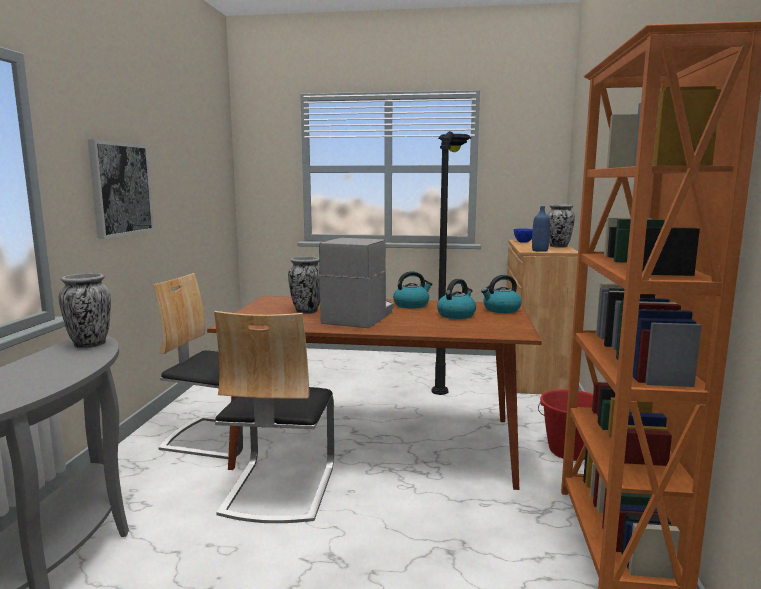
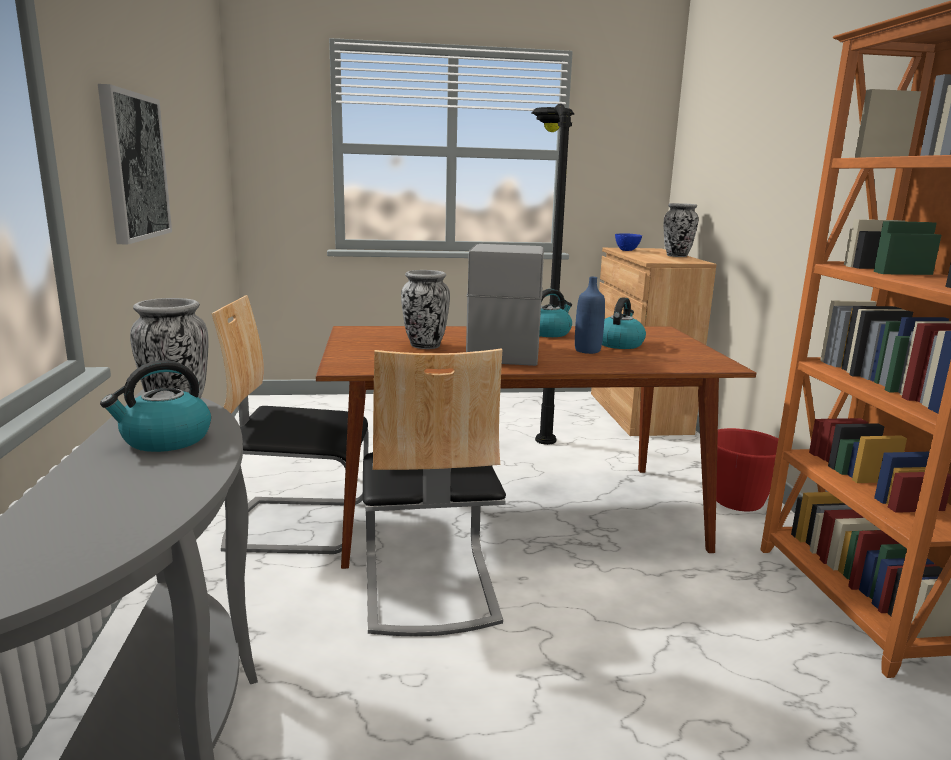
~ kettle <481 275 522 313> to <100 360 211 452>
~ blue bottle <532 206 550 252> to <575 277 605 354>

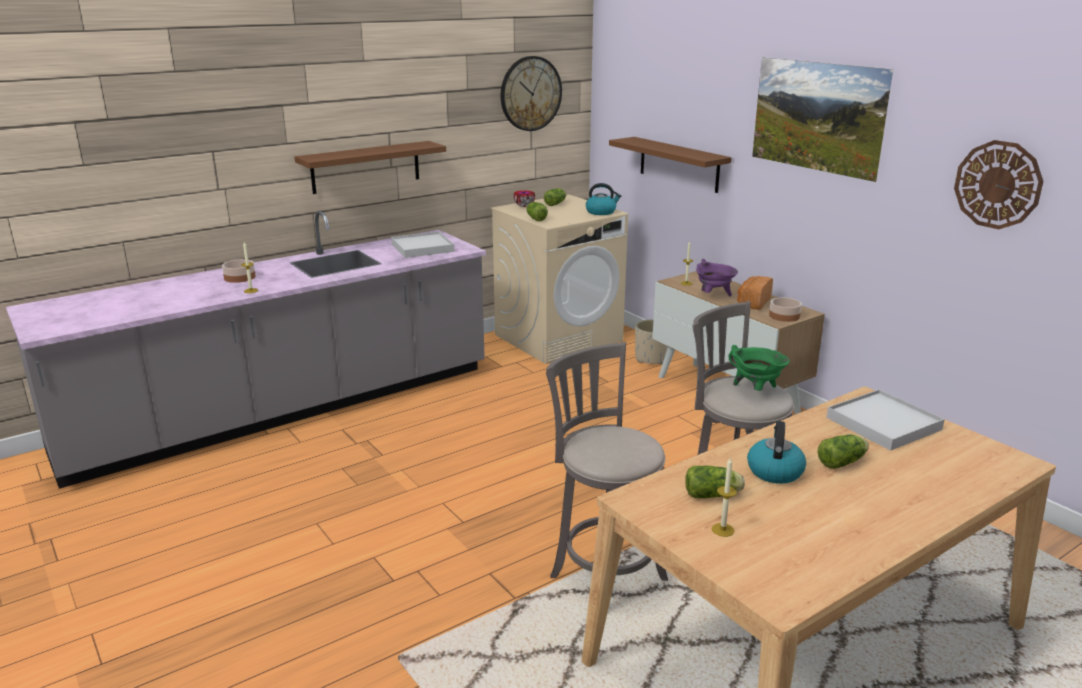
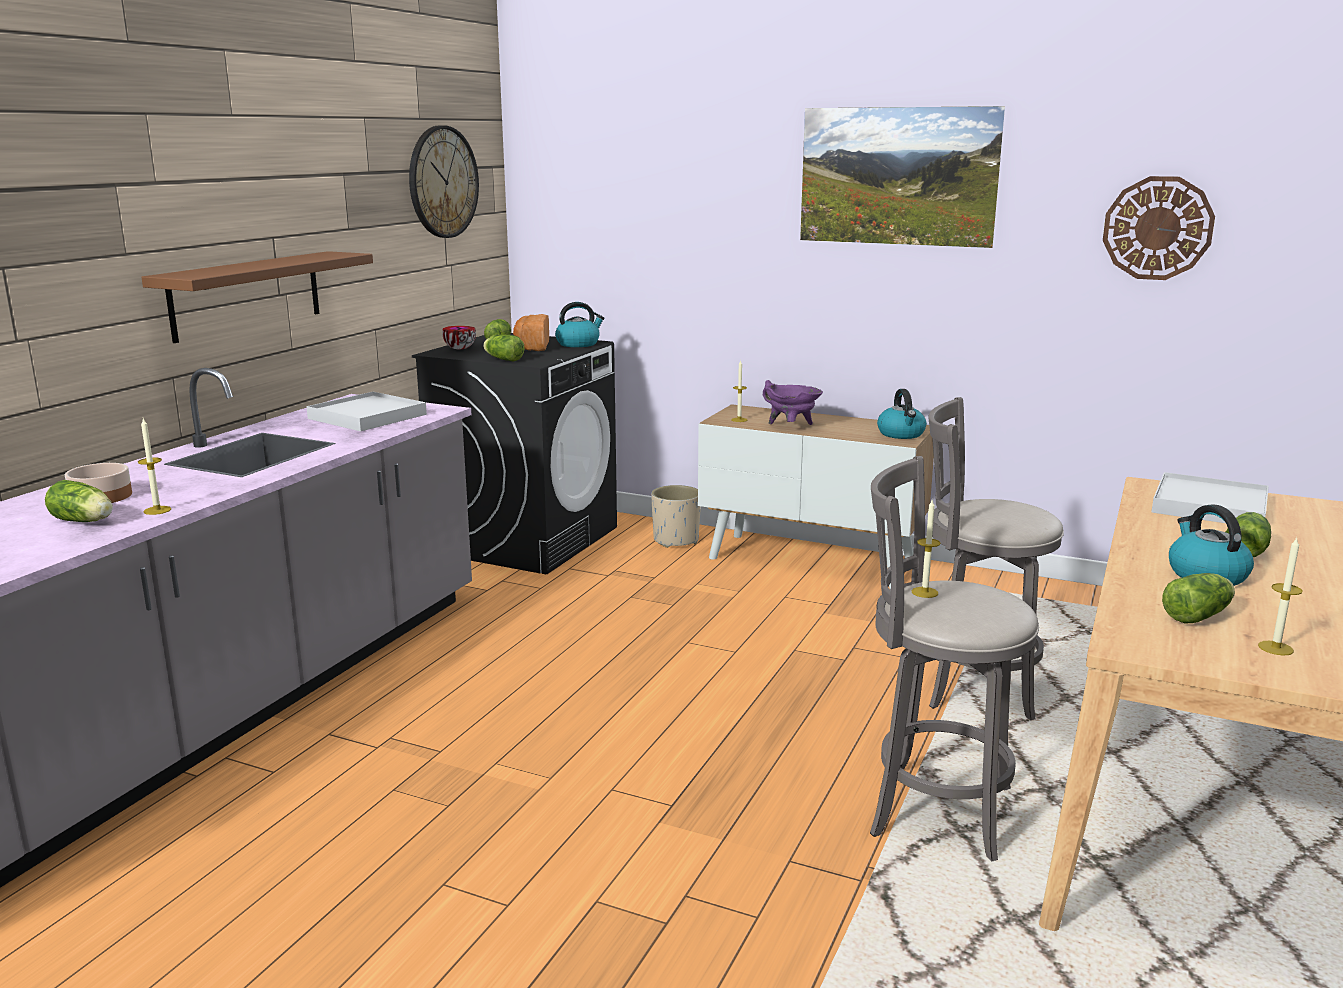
- brownish bracket shelf <609 137 732 193>
- greenish saucepot <728 345 790 391>
+ lettuce head <45 480 113 522>
+ wax light <912 500 941 598>
~ baked bread <737 276 773 310> to <513 314 549 351>
~ bowl <769 297 802 322> to kettle <877 389 926 439>
~ sand-coloured laundry appliance <490 194 628 364> to black-coloured laundry appliance <412 333 617 574>

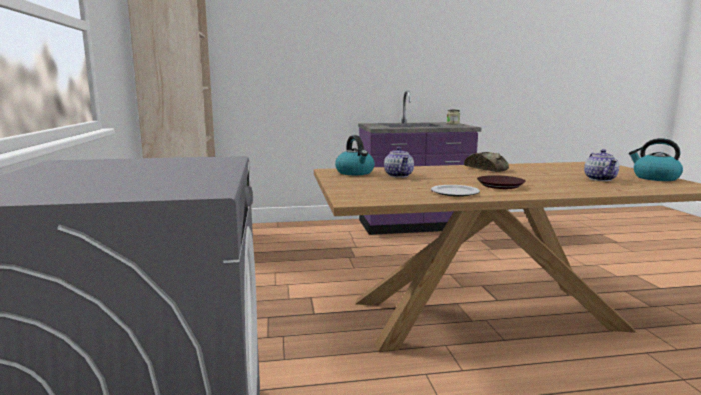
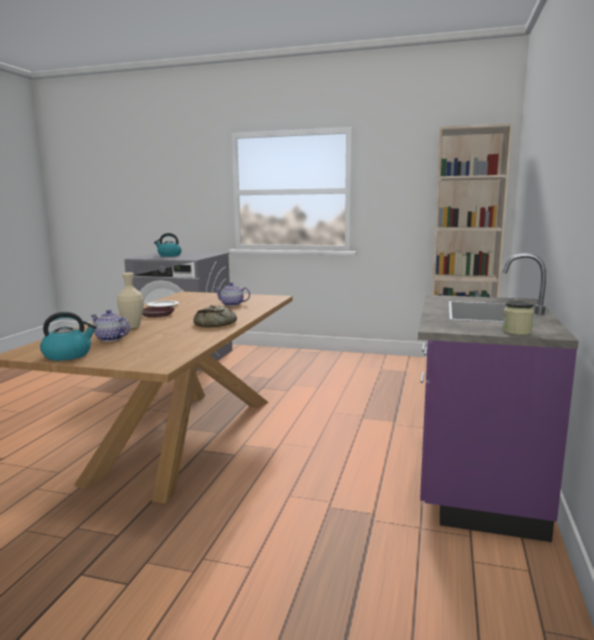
+ sand-coloured decorative vase <117 273 144 328>
~ kettle <335 135 375 175> to <154 233 182 257>

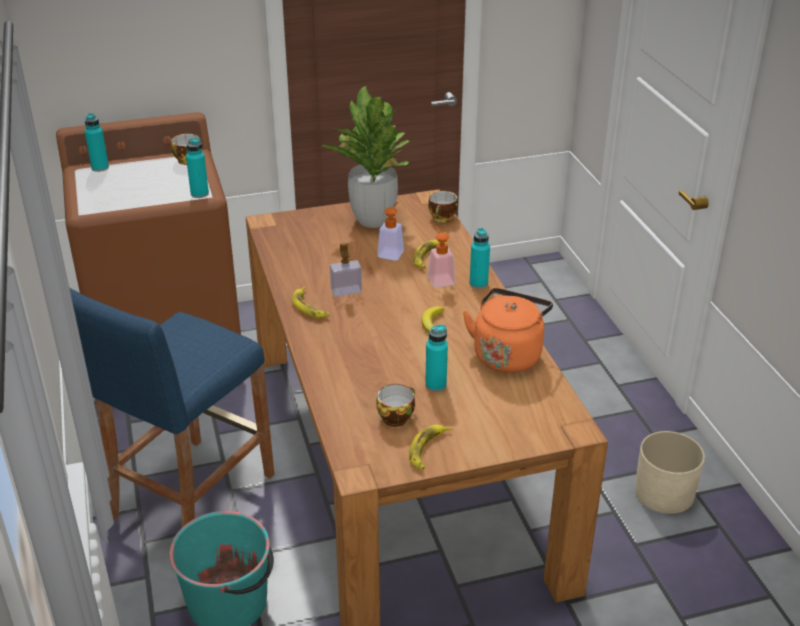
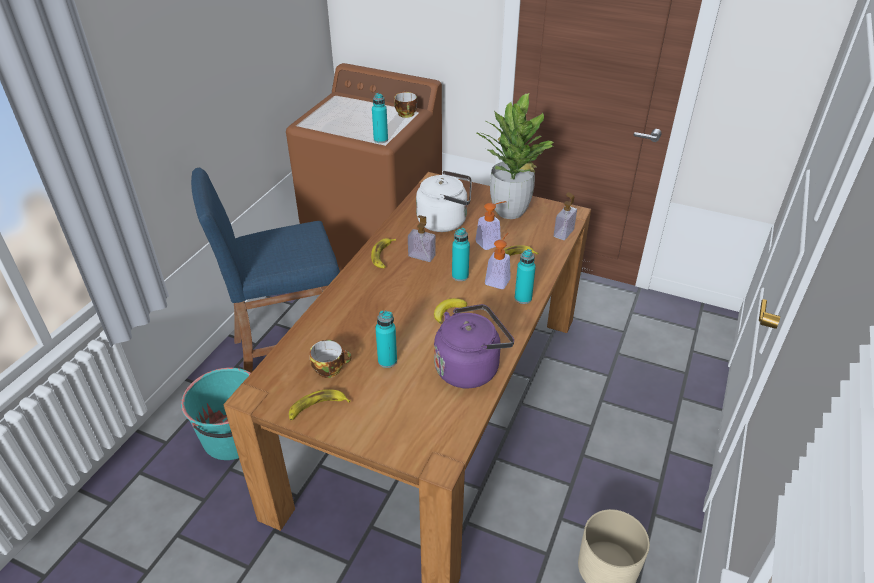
+ whitish kettle <416 170 472 232>
~ blue-green bottle <85 113 109 172> to <452 228 470 281>
~ drinking cup <428 191 458 222> to soap dispenser <554 192 577 240>
~ orange kettle <463 288 553 373> to purple kettle <434 304 514 389>

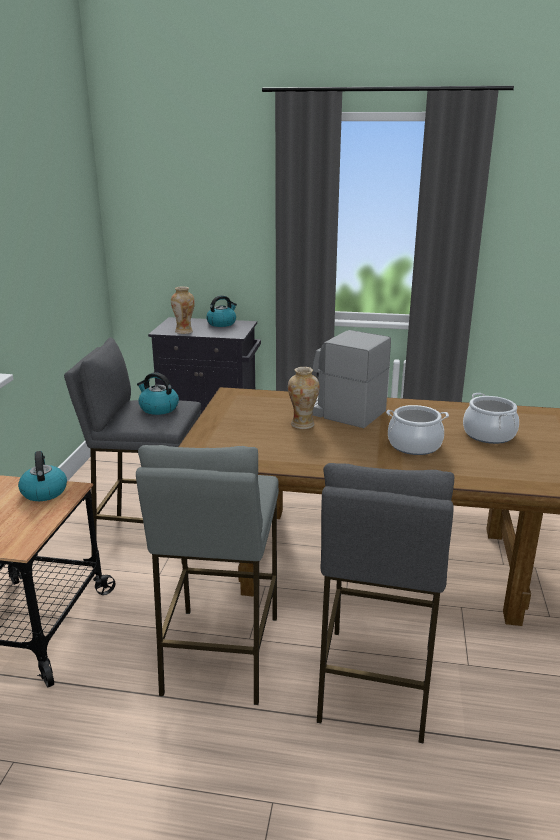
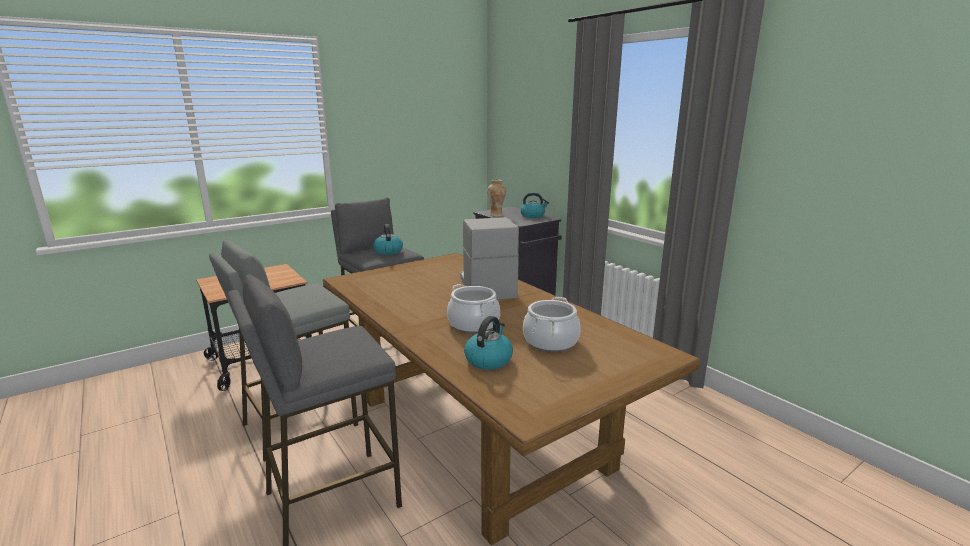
- decorative vase <288 367 320 429>
~ kettle <18 451 67 501> to <464 316 513 370>

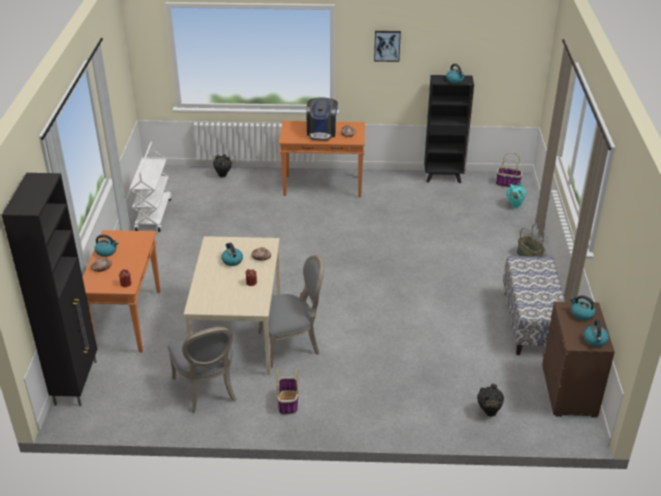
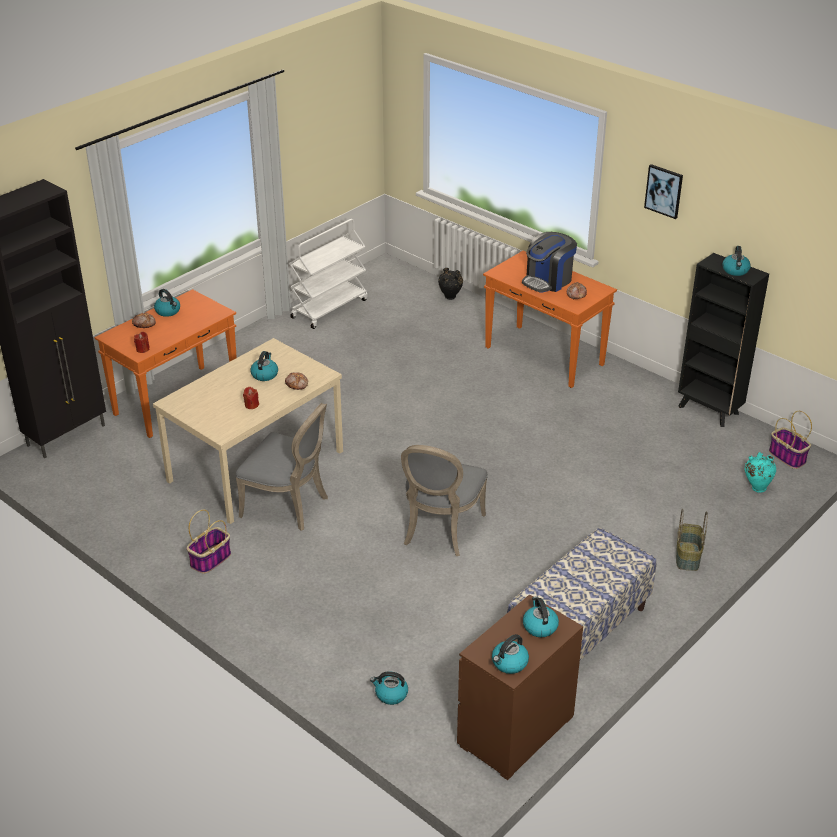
~ grey upright chair <167 327 237 413> to <401 445 488 556>
~ black-coloured decorative vase <477 384 504 416> to kettle <370 671 408 705>

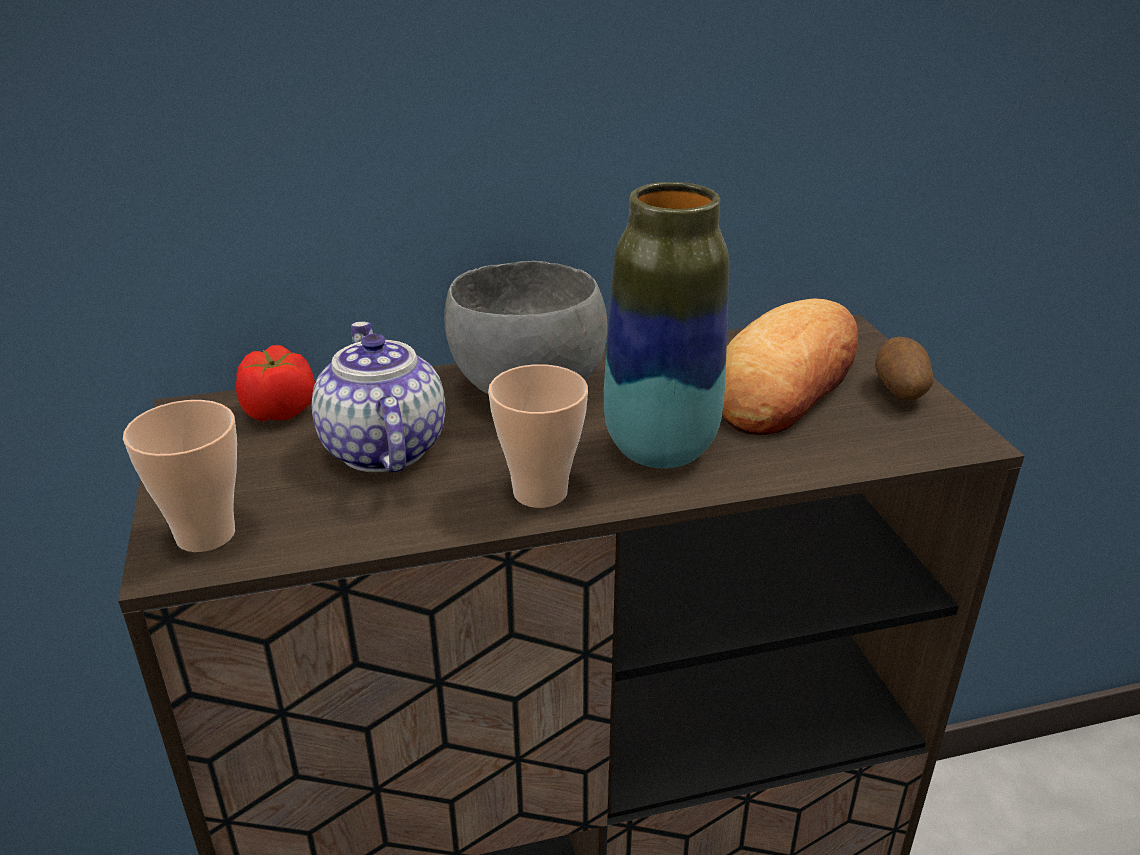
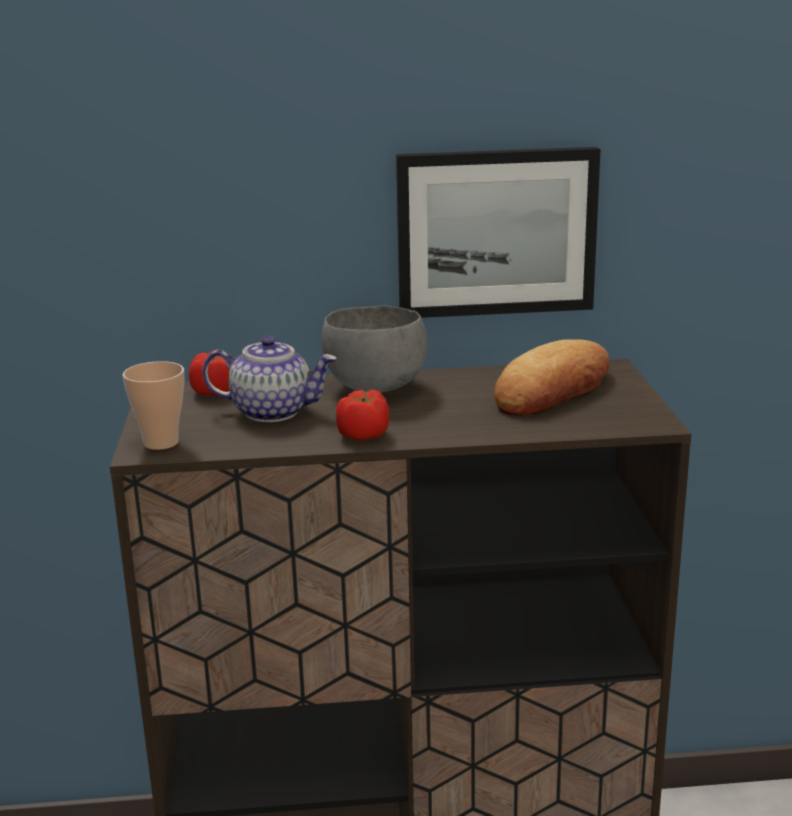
- decorative vase <604 182 729 469>
- spud <875 337 934 401>
+ wall art <396 147 601 318>
~ drinking cup <488 364 588 508> to whole tomato <336 390 389 441>
~ tea pot <312 321 446 473> = <202 336 337 422> 105 degrees clockwise

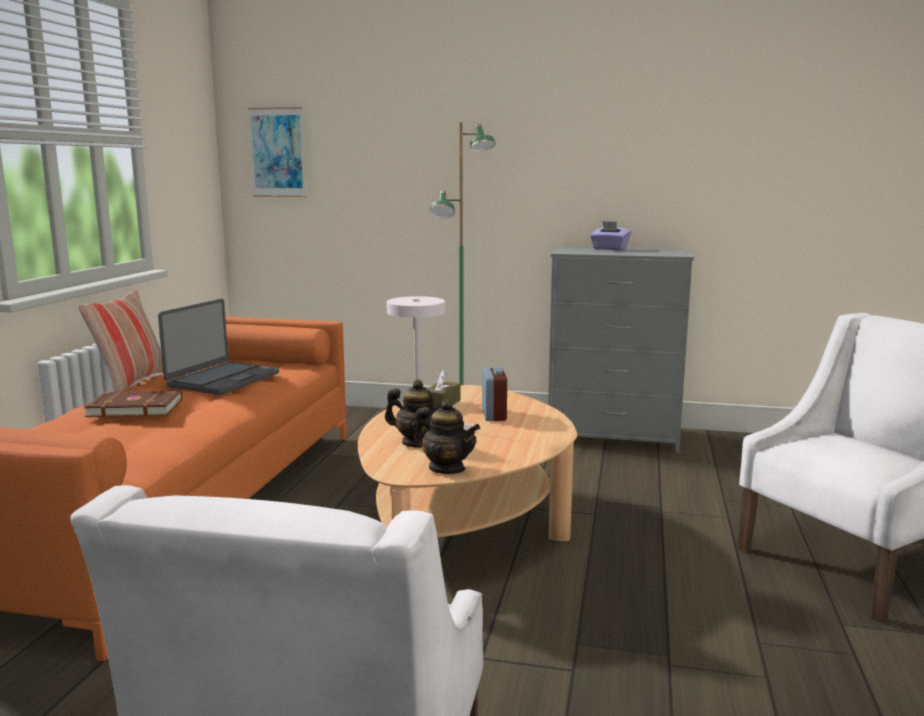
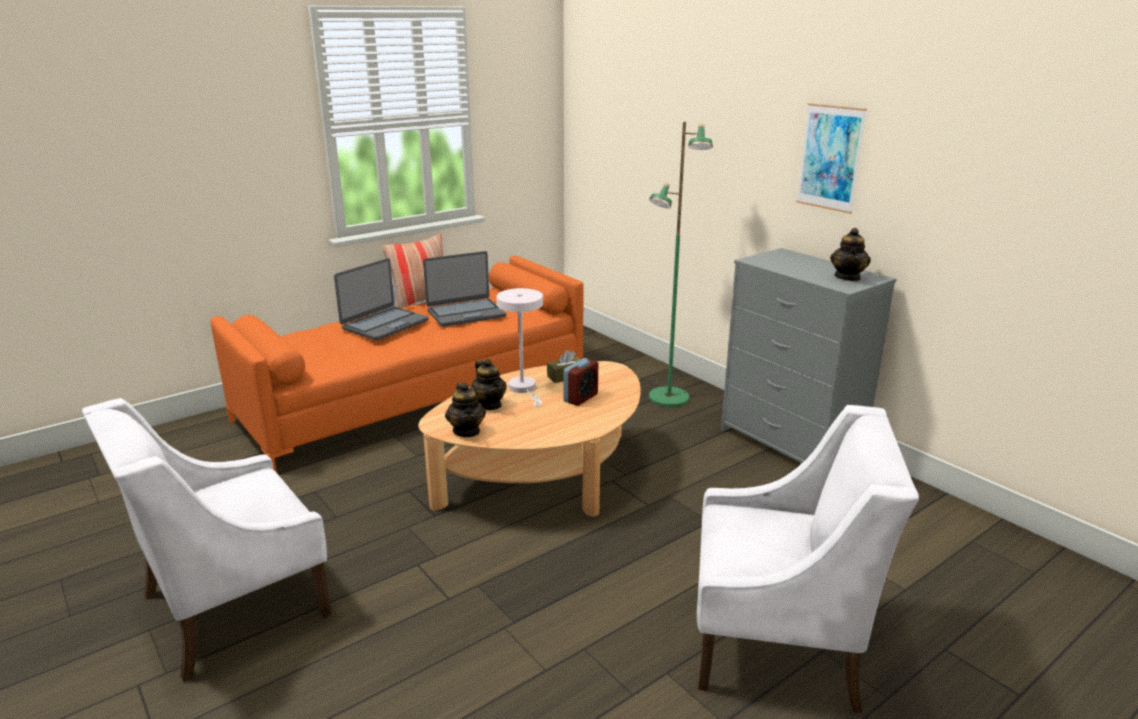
- purple tissue holder <590 221 631 250>
+ tea pot <830 228 871 281>
~ wall art <248 107 306 197> to <796 103 867 214>
~ brownish bound book <84 391 182 417> to notebook computer <334 258 429 341>

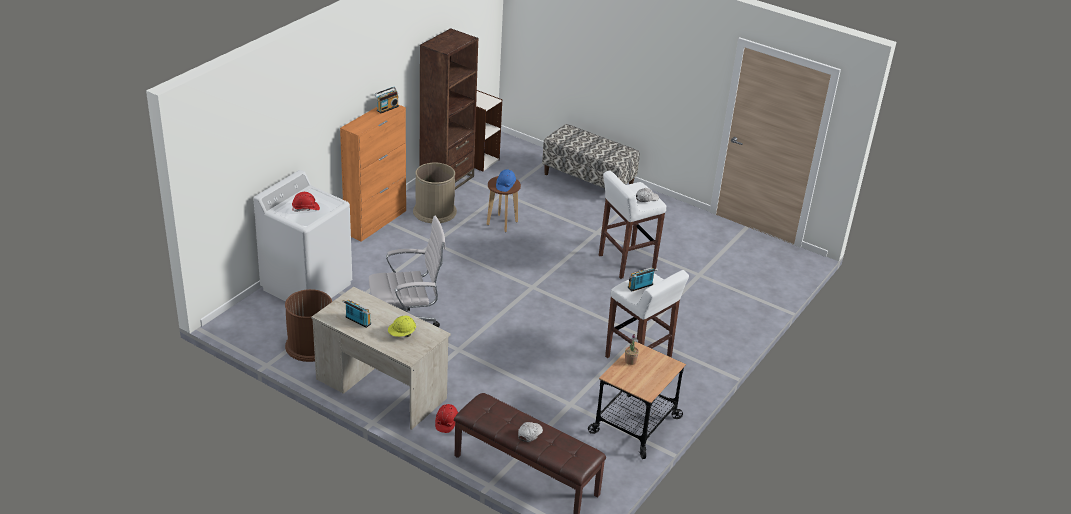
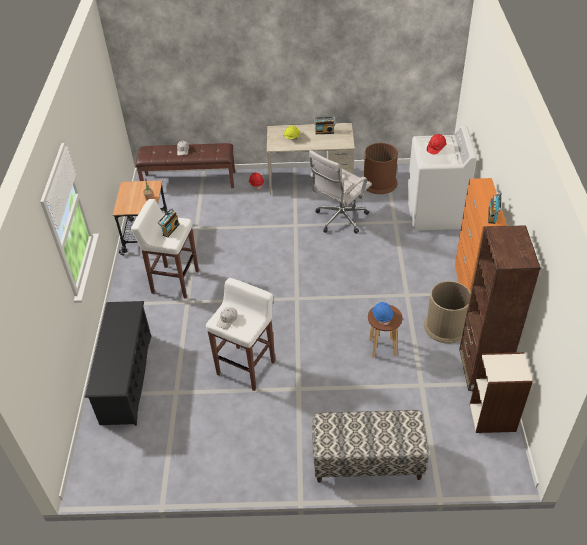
+ black-coloured shoe stand <84 301 151 426>

